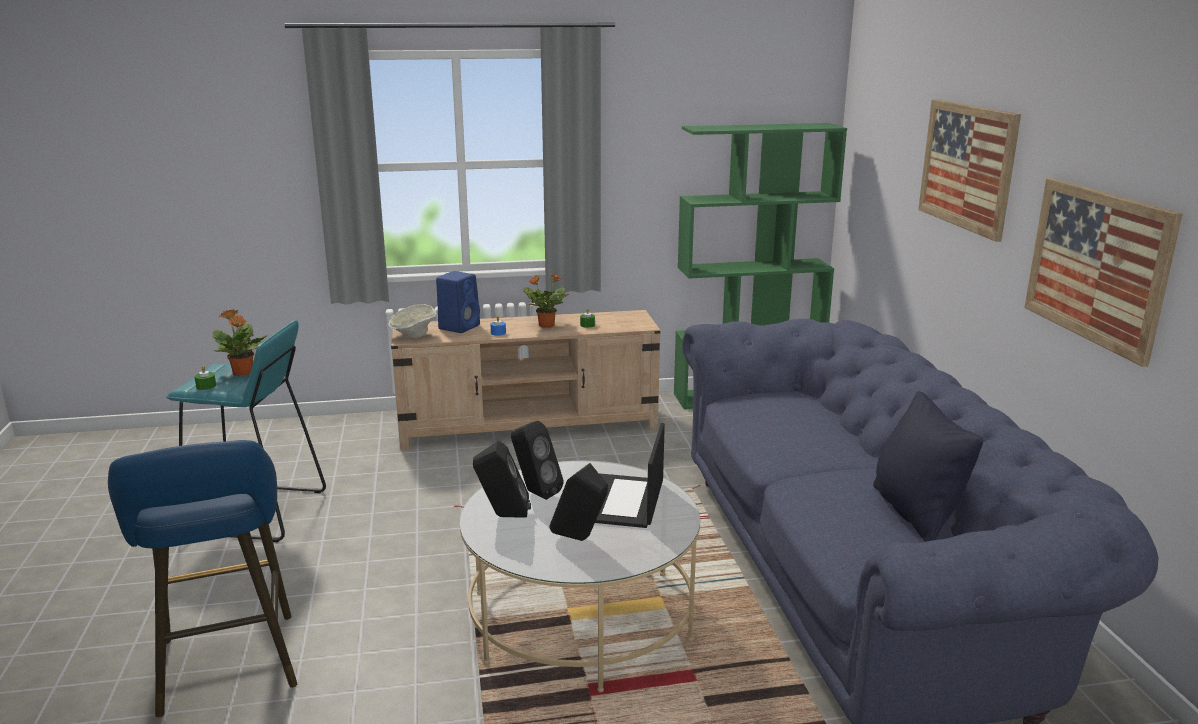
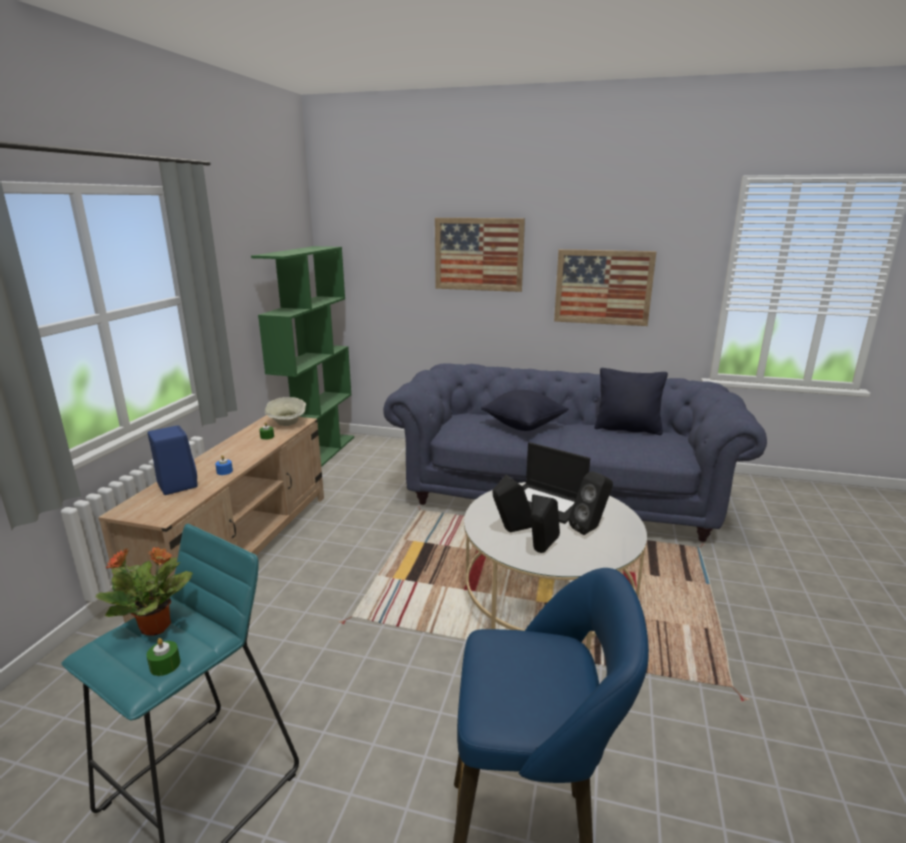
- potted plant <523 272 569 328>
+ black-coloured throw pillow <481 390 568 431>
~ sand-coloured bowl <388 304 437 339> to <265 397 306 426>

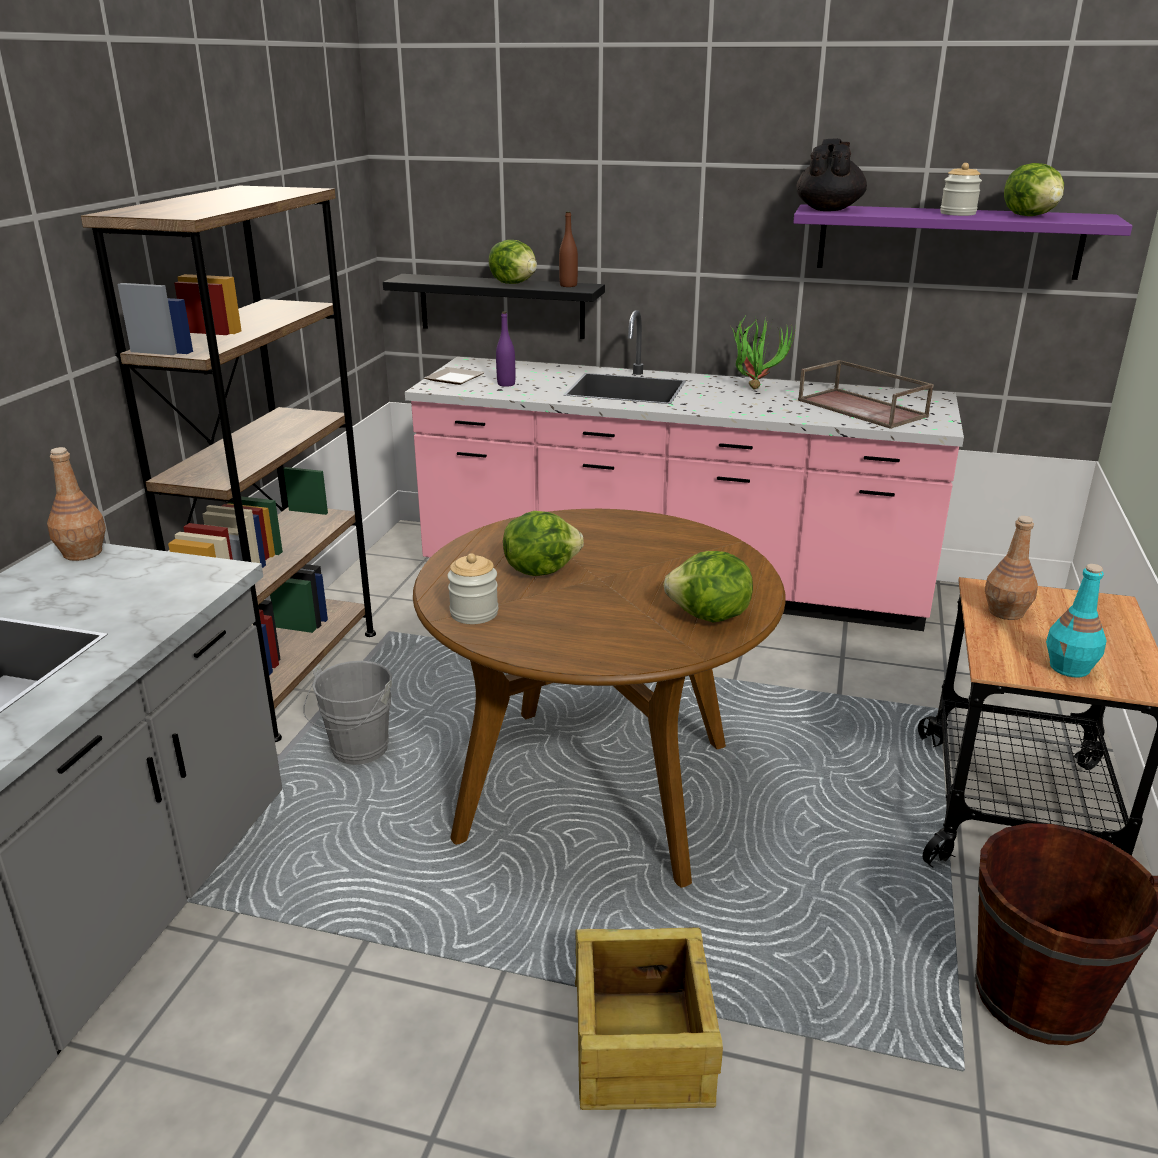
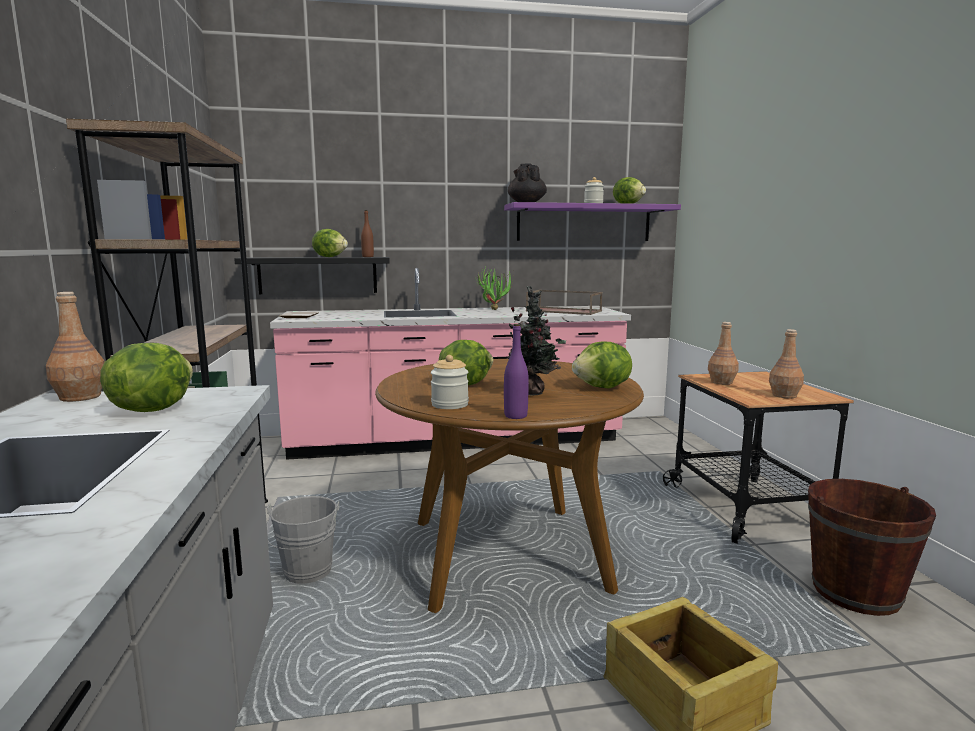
+ lettuce head <100 343 193 412>
+ potted plant <505 286 566 396>
~ purple bottle <496 311 515 387> to <504 324 529 419>
~ blue-green bottle <1046 564 1107 677> to brownish bottle <769 329 804 398>

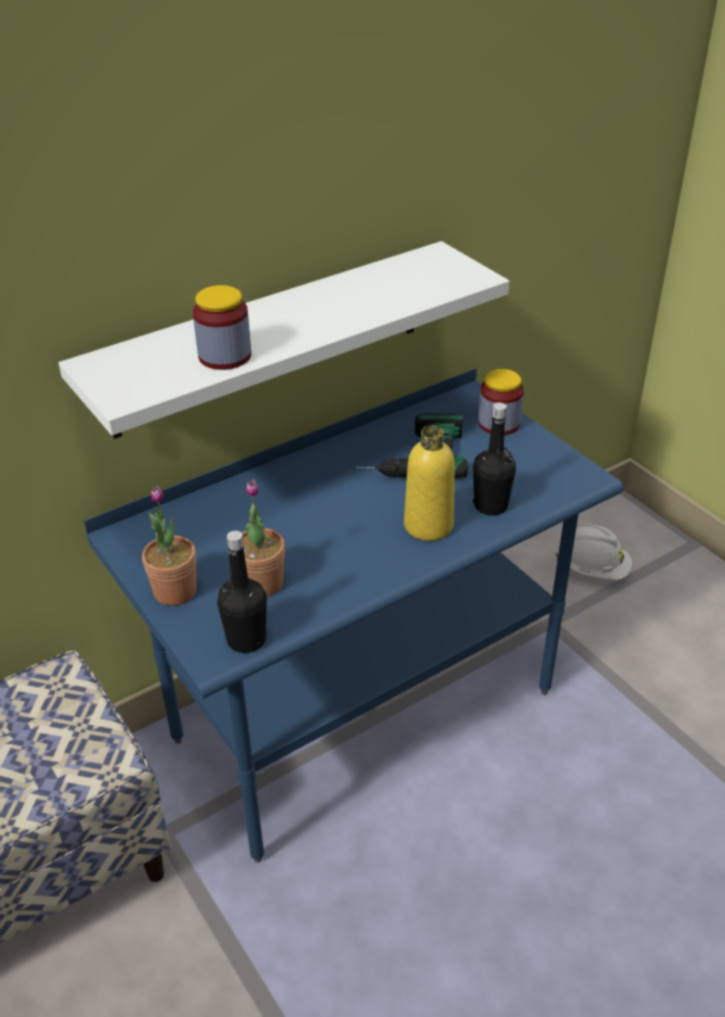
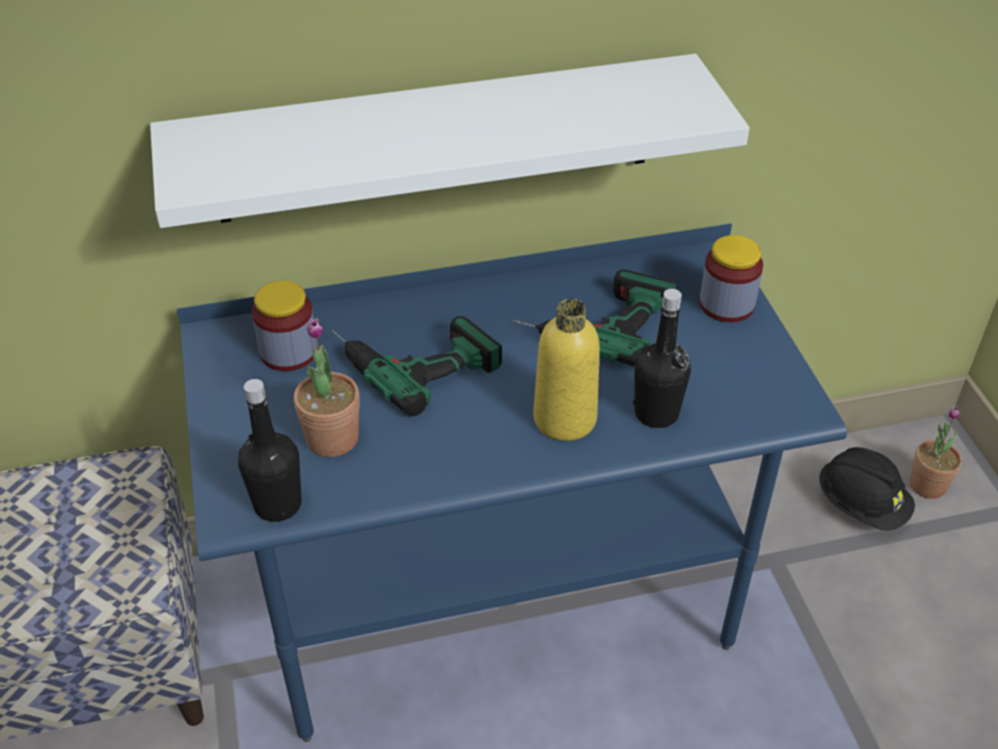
+ electric drill <332 316 502 416>
~ potted plant <142 486 197 606> to <910 406 962 499>
~ preserve jar <193 285 251 370> to <252 281 318 371>
~ whitish hard hat <556 524 632 580> to black-coloured hard hat <819 447 915 531>

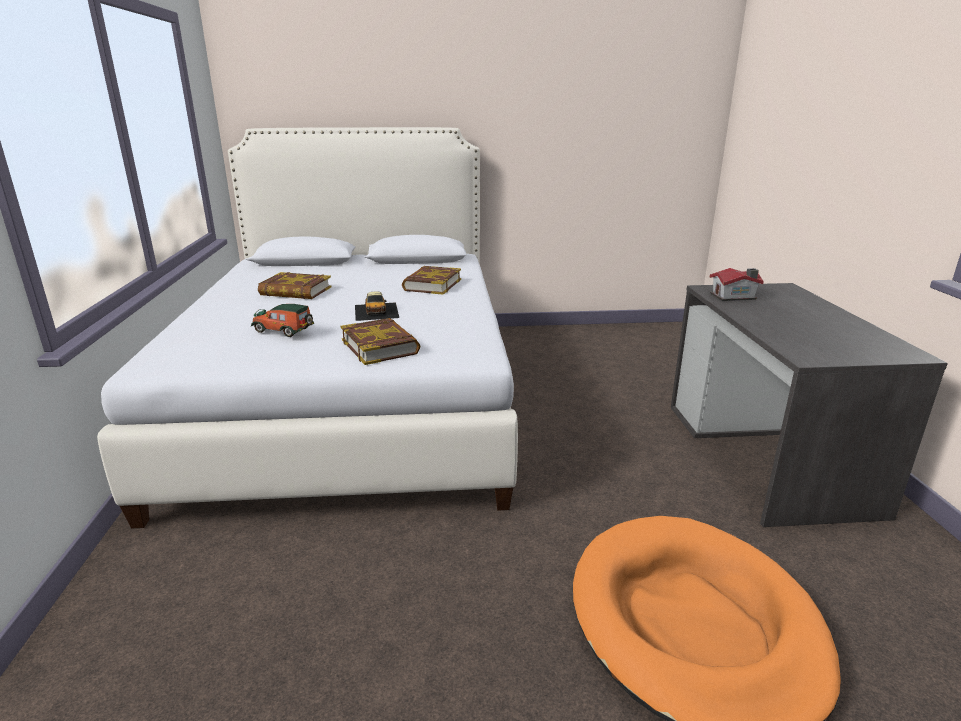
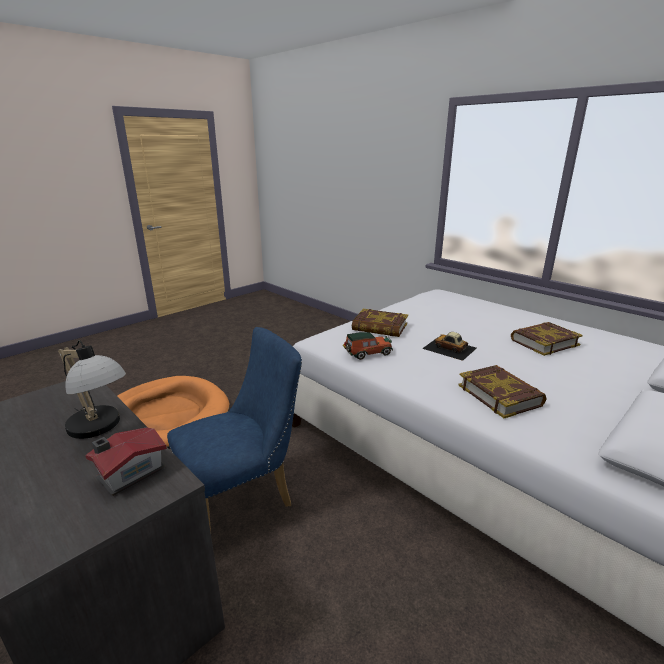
+ lamp for a table <58 340 126 439>
+ blue upright chair <167 327 302 532>
~ miniature car <251 304 314 337> to <343 332 393 360>

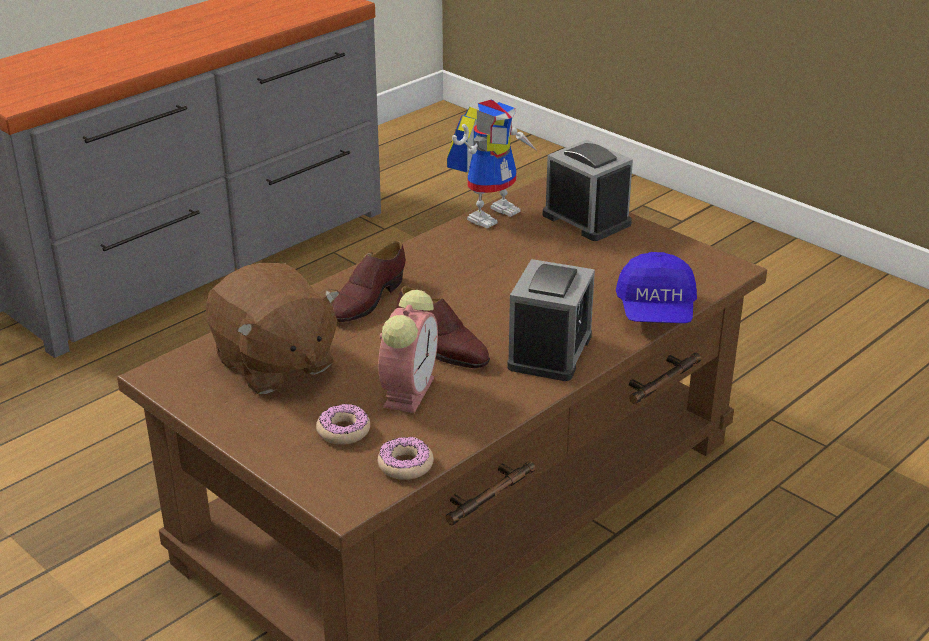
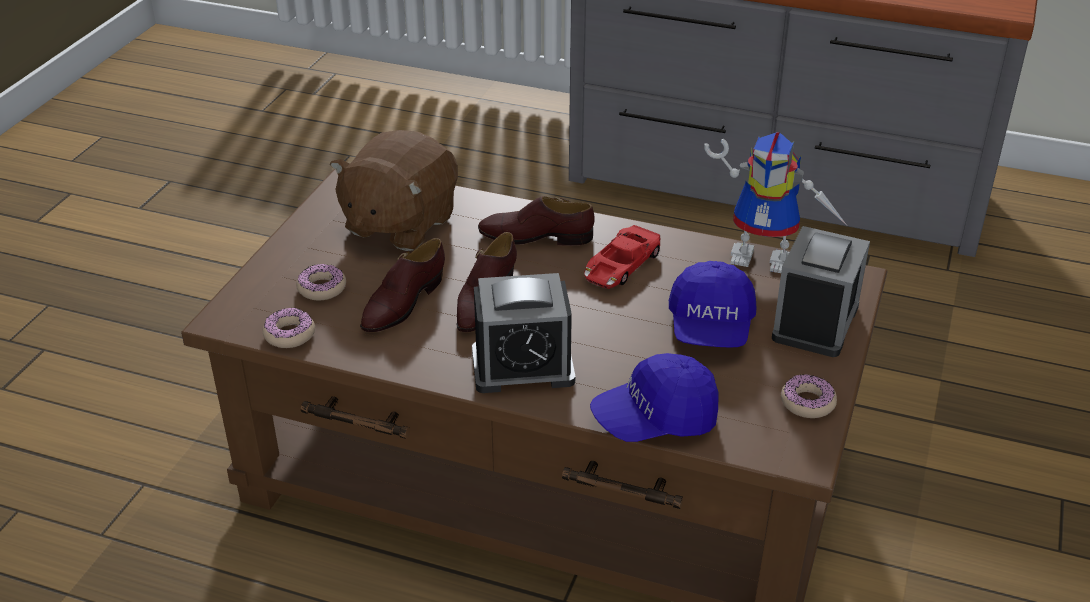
+ red miniature car <584 225 660 289>
+ blue cap <669 261 757 347>
+ donut <781 374 837 418>
~ bedside clock <378 290 438 413> to brownish shoe <360 238 445 332>

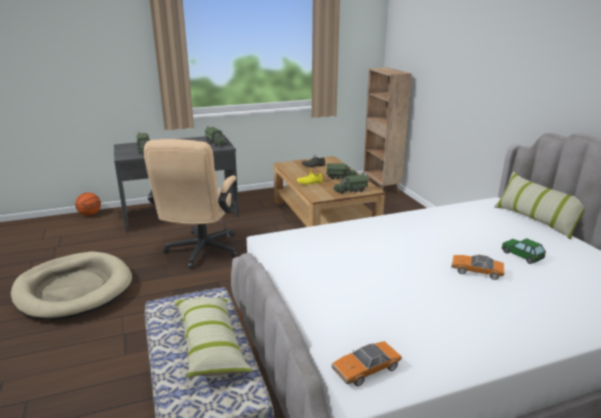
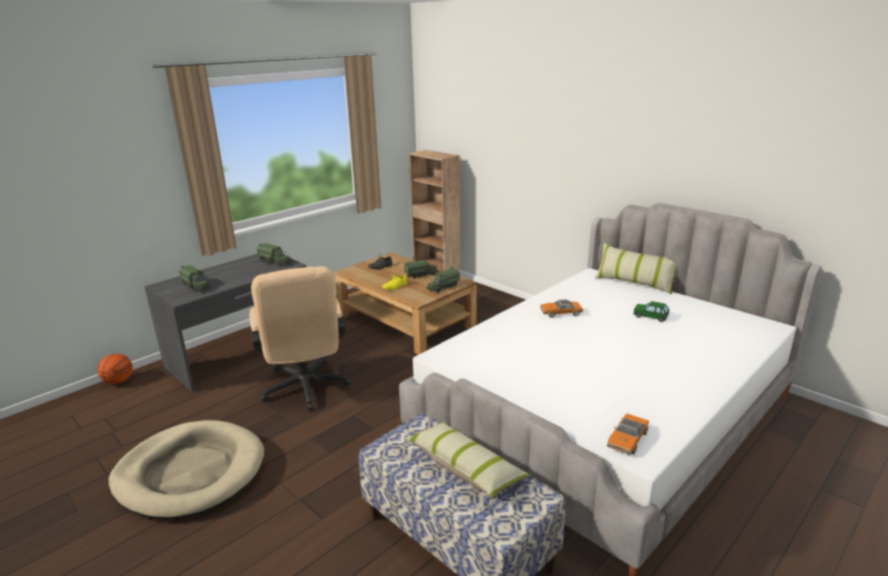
~ miniature car <451 255 505 280> to <540 299 583 318>

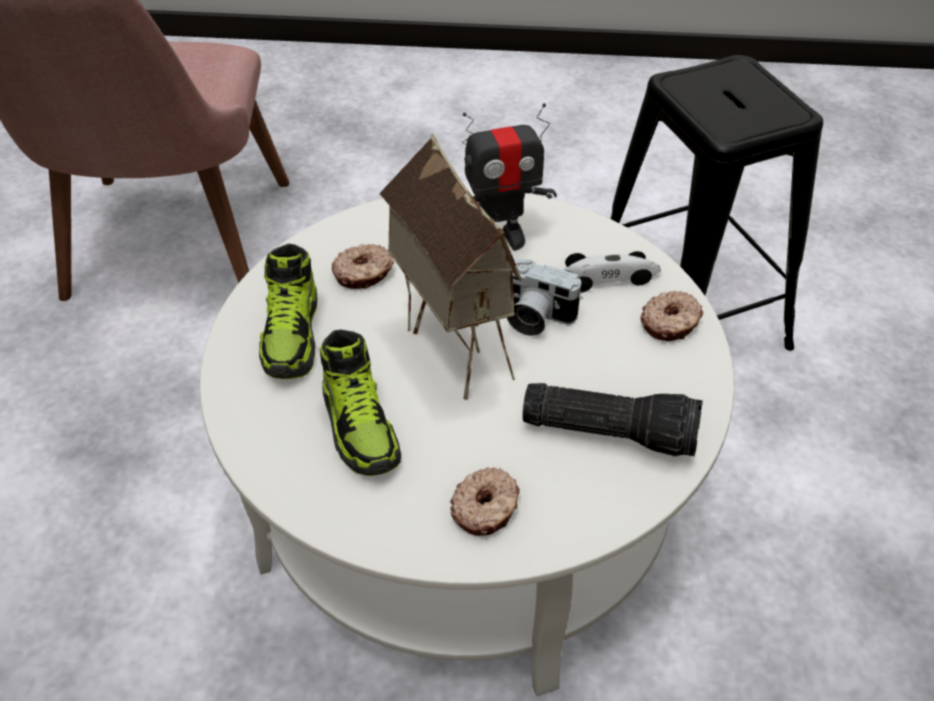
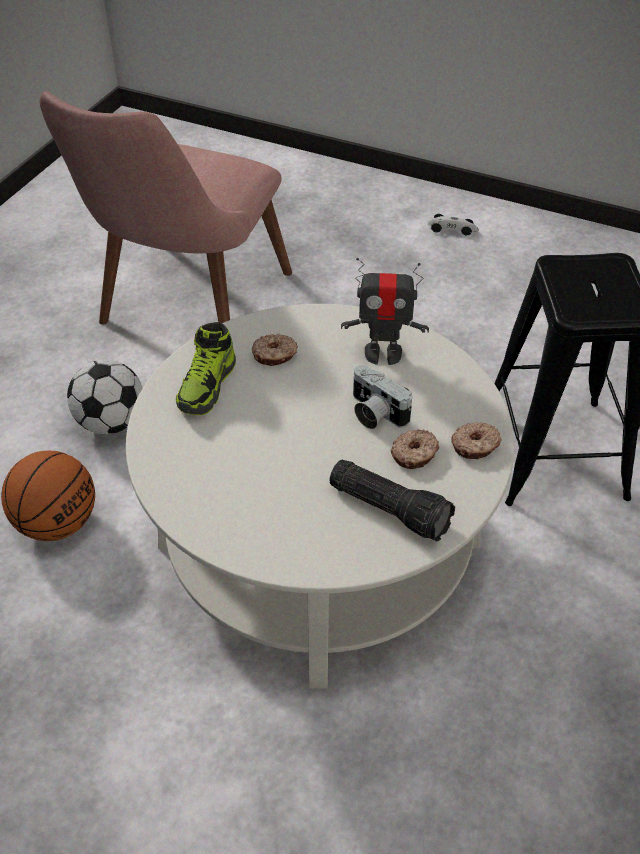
- shoe <320 330 401 476>
- toy house <379 133 521 400>
+ basketball <1 451 95 541>
+ ball for football <67 360 143 434>
~ donut <450 467 520 536> to <391 429 439 469>
~ miniature car <563 251 661 293> to <428 214 479 235>

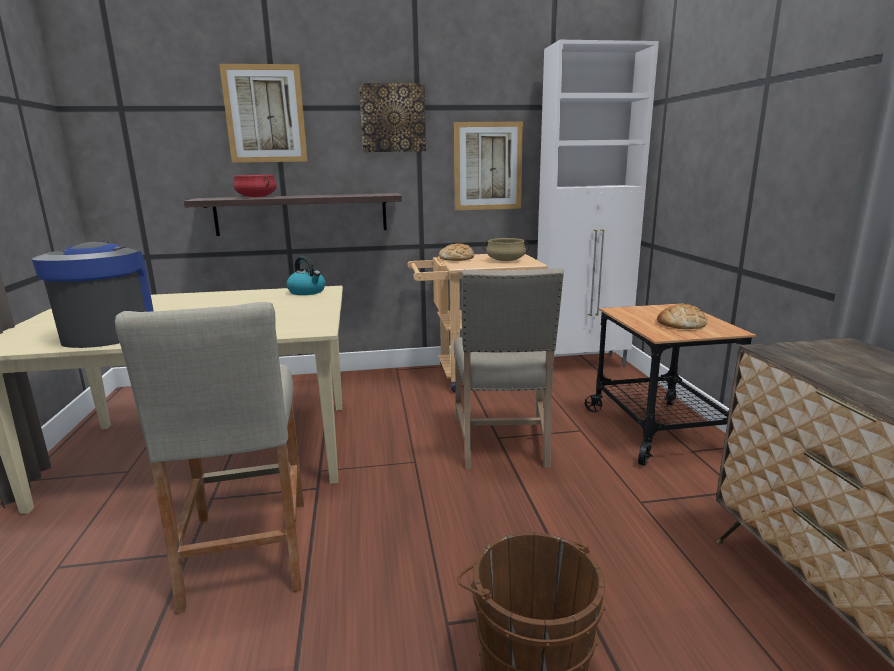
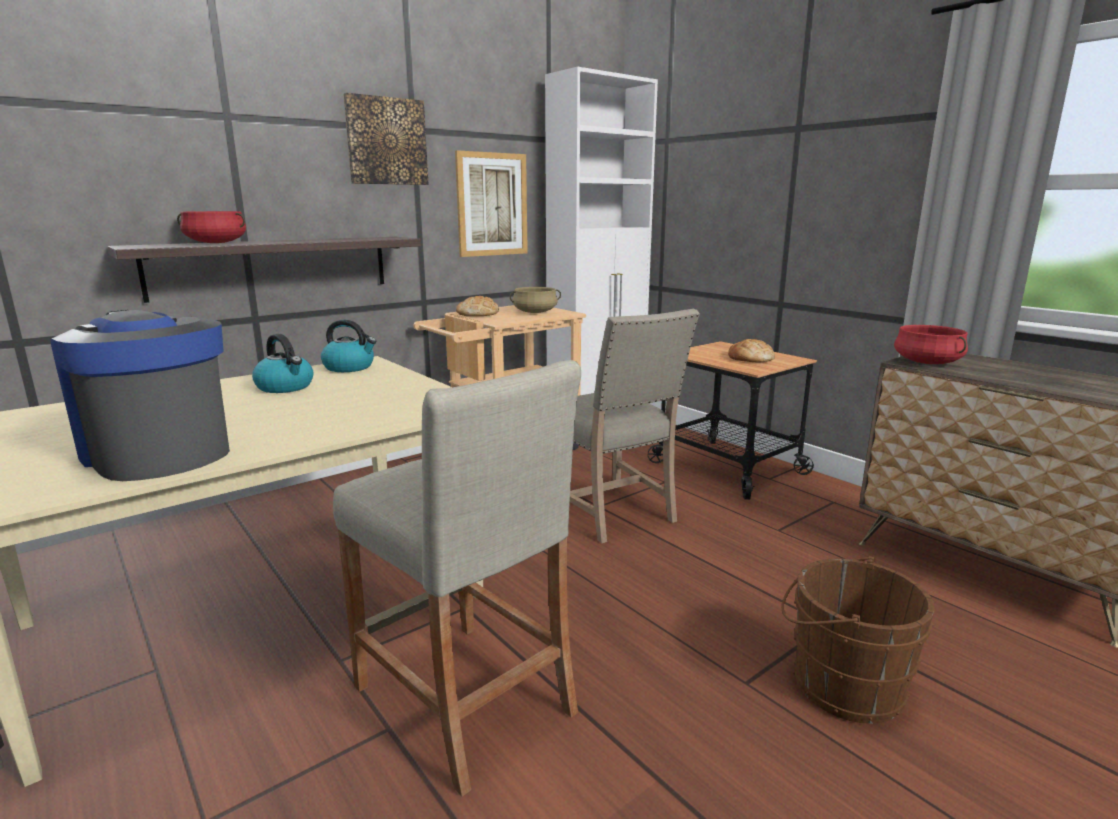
- wall art <219 64 308 163>
+ kettle <252 334 313 393>
+ red saucepot <894 325 968 364>

